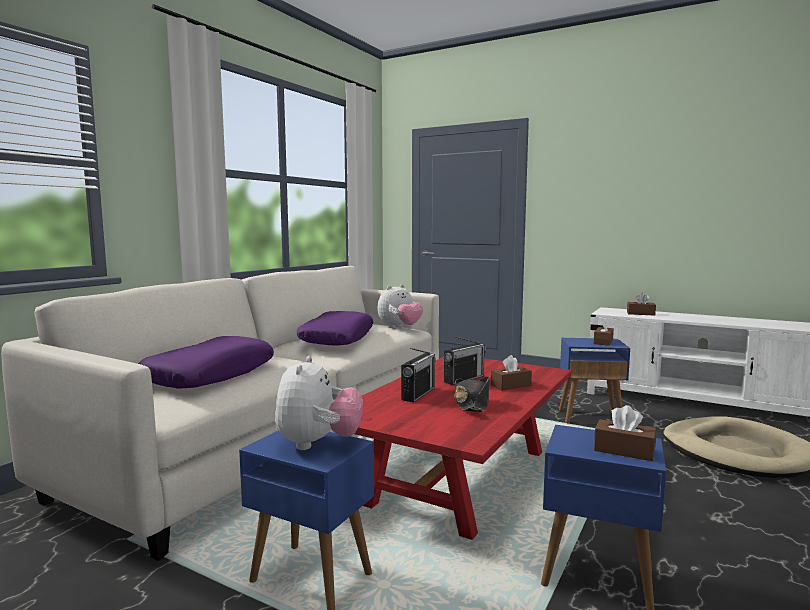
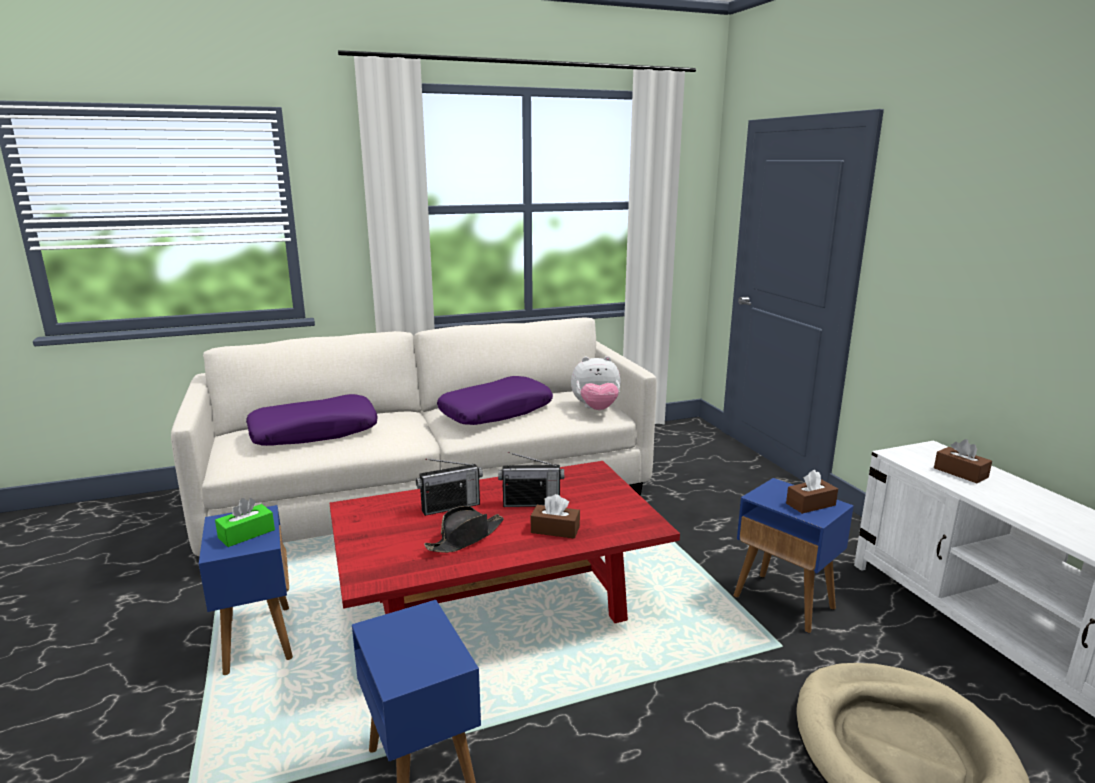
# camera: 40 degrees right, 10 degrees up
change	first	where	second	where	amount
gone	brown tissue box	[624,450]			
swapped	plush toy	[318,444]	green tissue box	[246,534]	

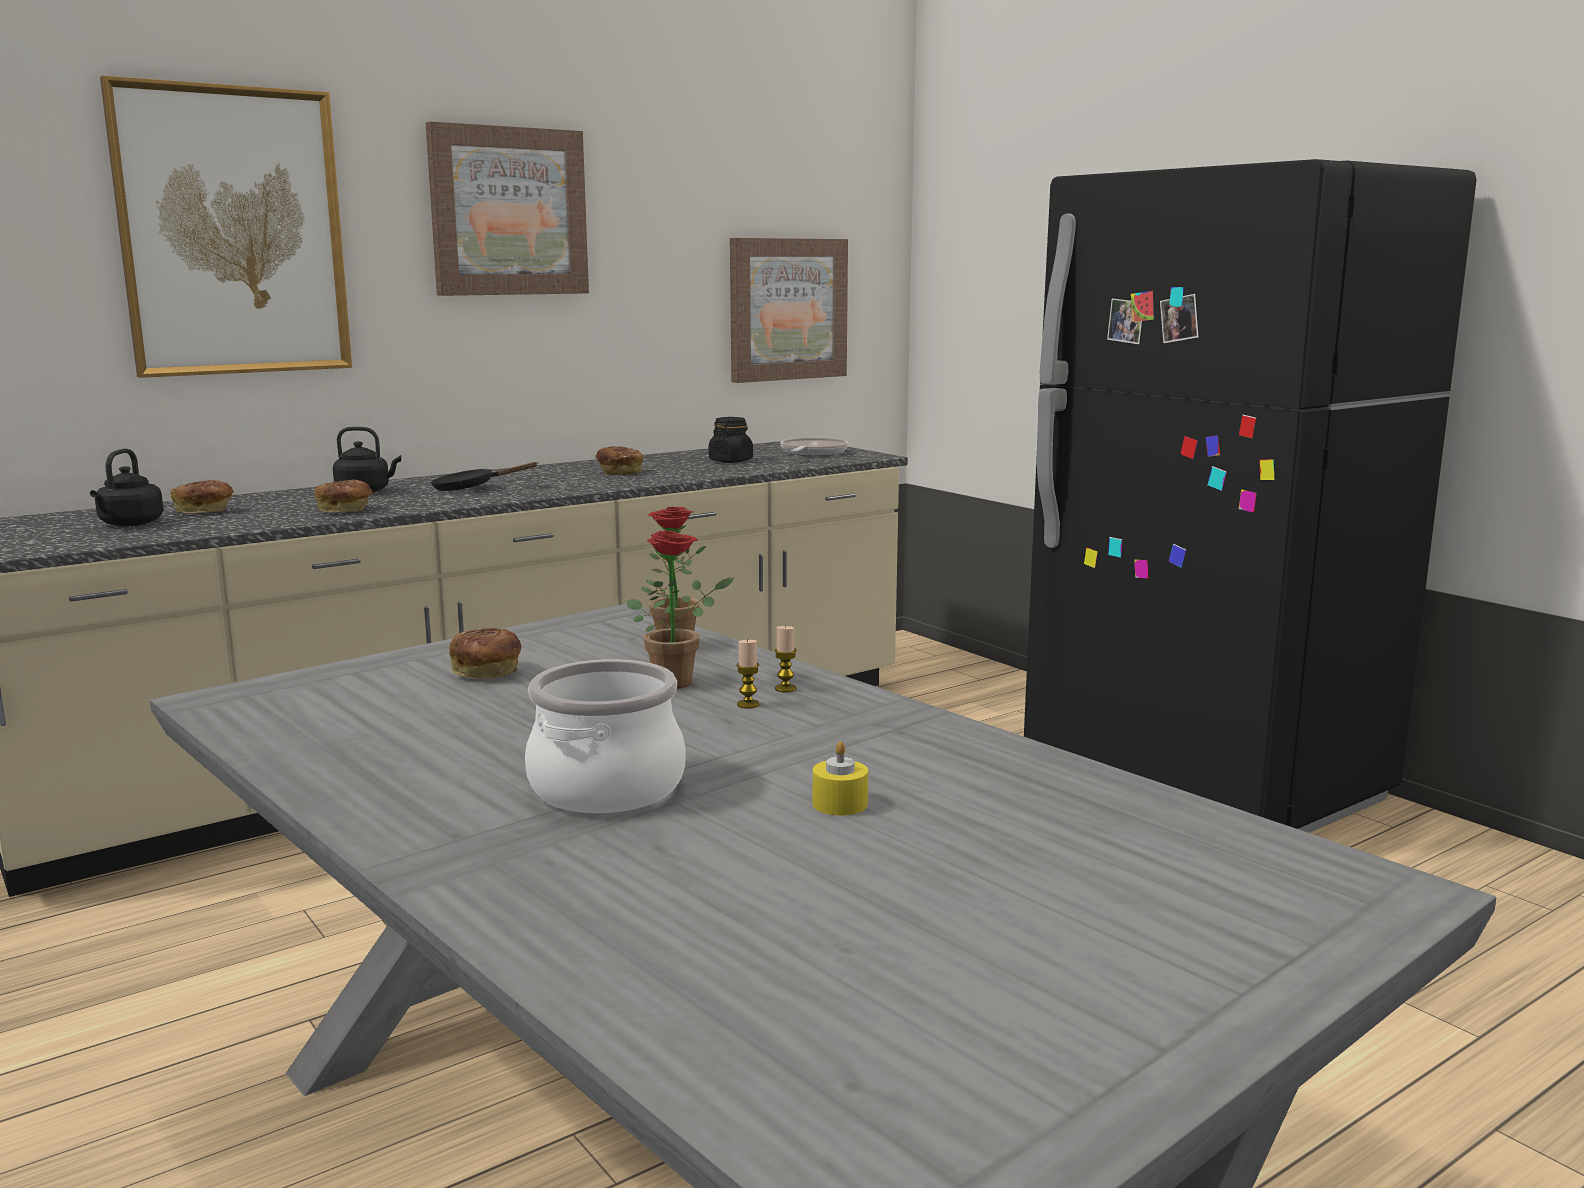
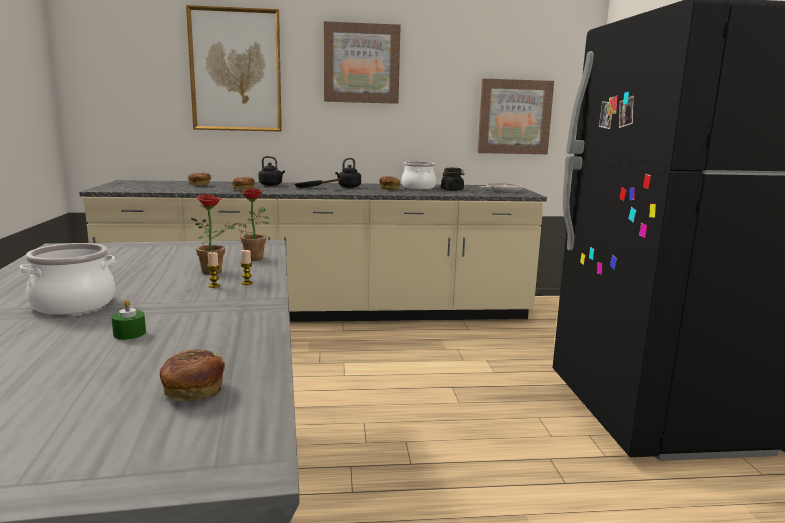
# camera: 30 degrees right, 0 degrees up
change	first	where	second	where	amount
new			cooking pot	[418,187]	
shifted	black kettle	[129,524]		[348,187]	
shifted	bread	[486,672]		[193,391]	
repainted	yellow candle	[840,804]	green candle	[129,333]	

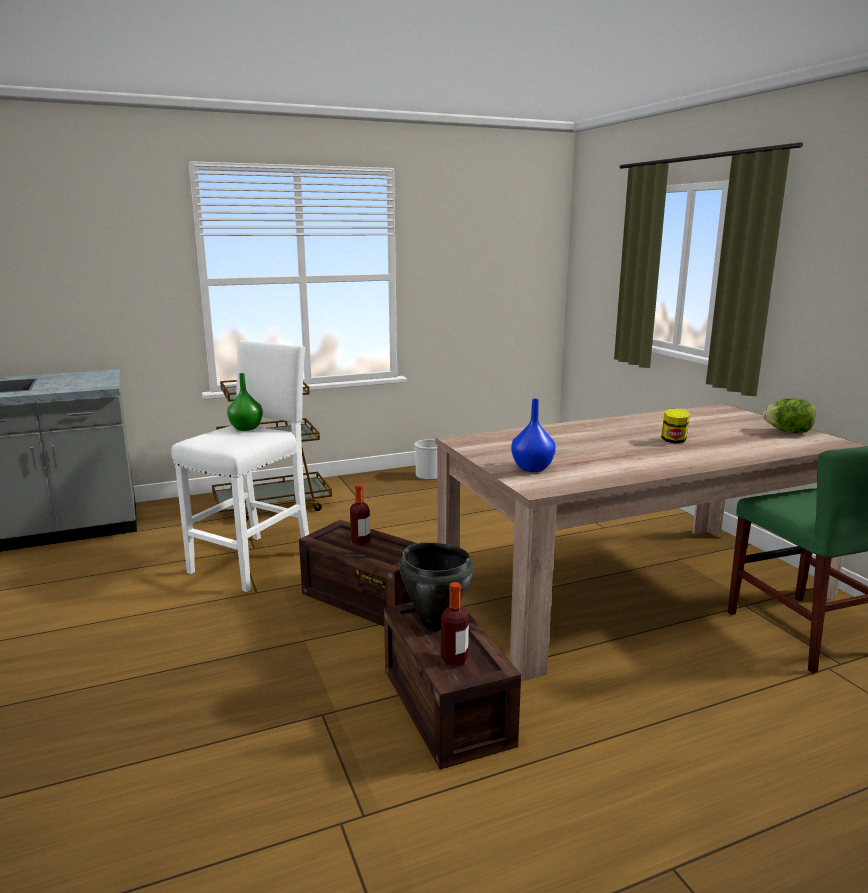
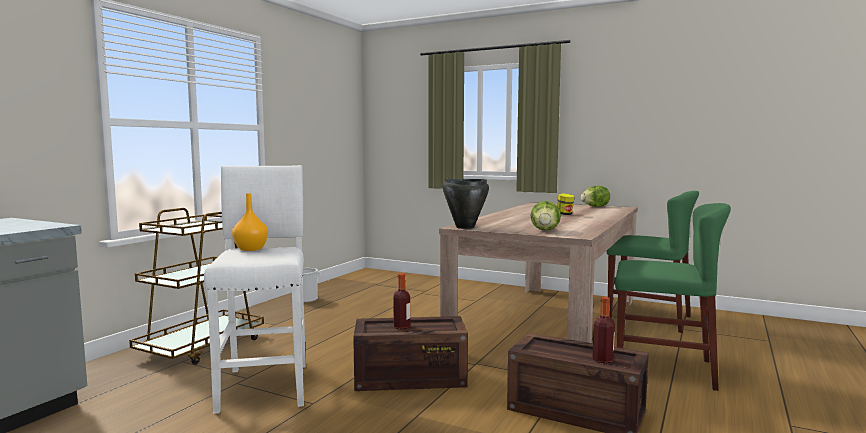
# camera: 40 degrees left, 10 degrees down
change	first	where	second	where	amount
new			green chair	[663,368]	
shifted	black cooking pot	[435,623]		[464,227]	
swapped	blue vase	[533,468]	lettuce	[545,230]	
repainted	green vase	[246,428]	orange vase	[250,249]	

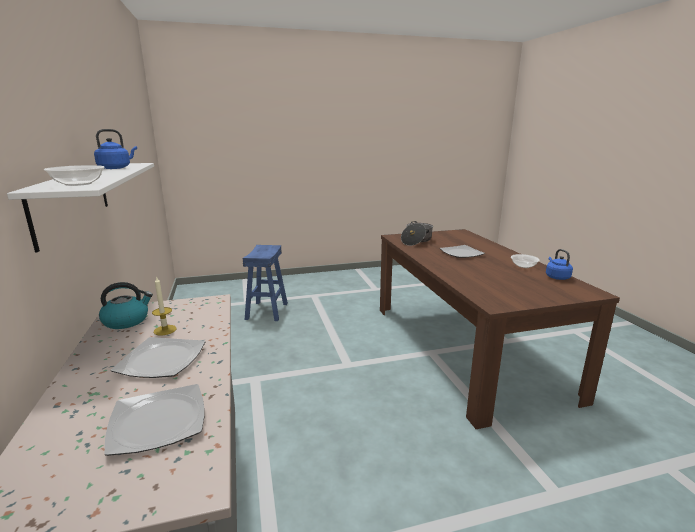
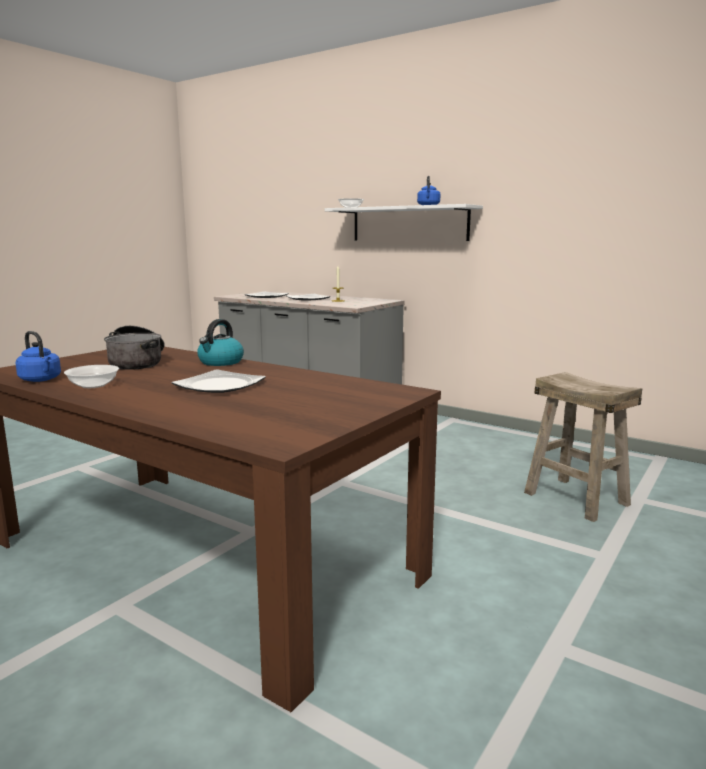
# camera: 140 degrees right, 5 degrees down
change	first	where	second	where	amount
shifted	kettle	[127,321]		[220,362]	
shifted	cooking pot	[416,240]		[137,362]	
repainted	blue stool	[266,311]	beige stool	[577,498]	

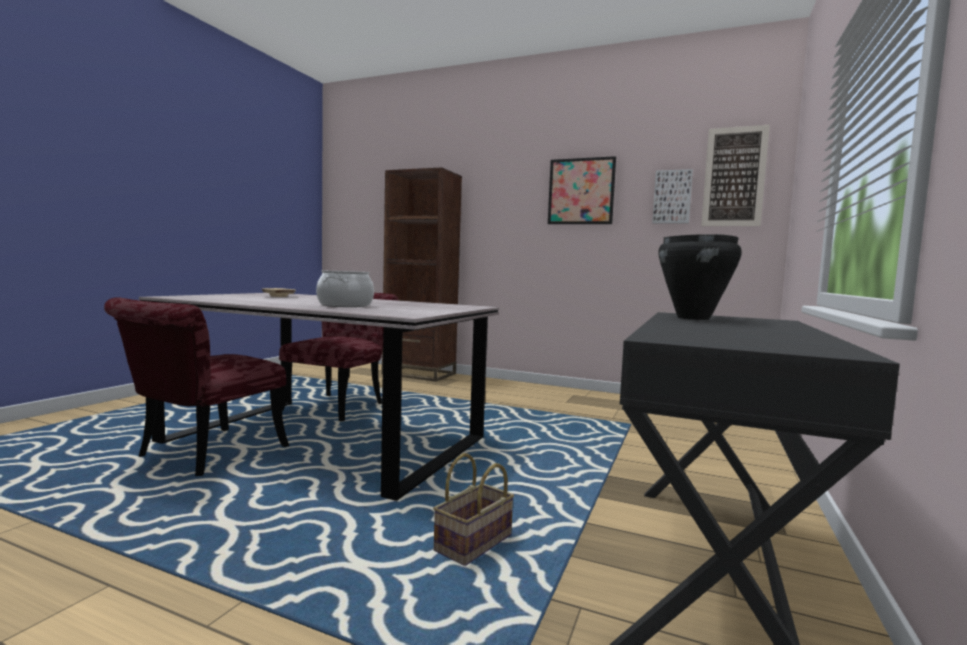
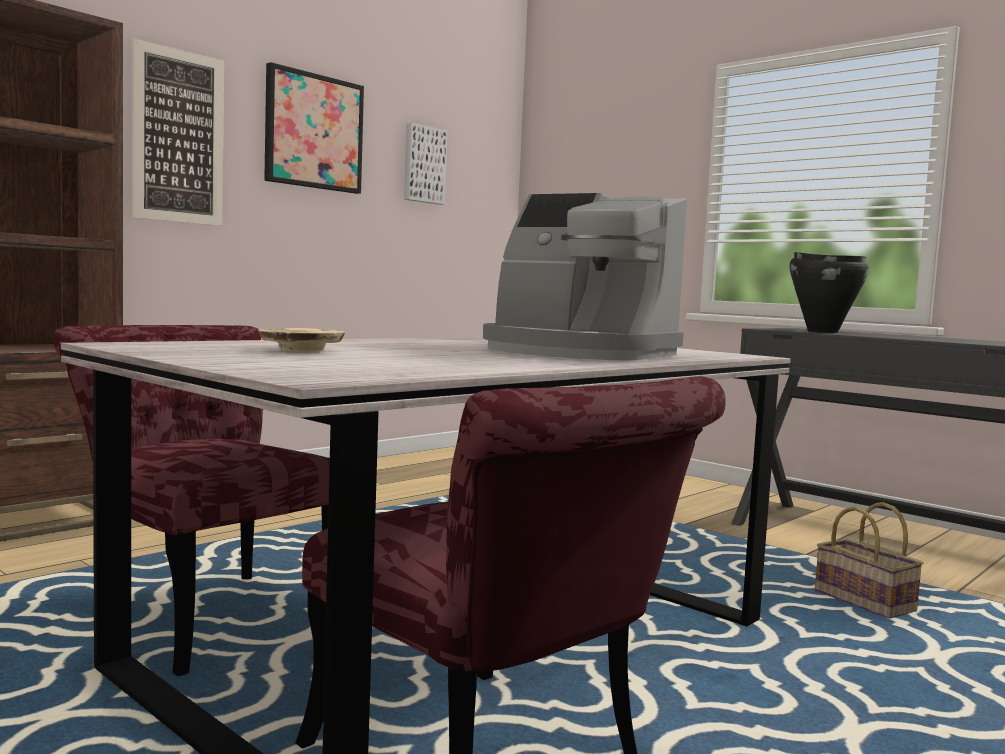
# camera: 70 degrees left, 0 degrees up
change	first	where	second	where	amount
shifted	picture	[734,177]		[178,137]	
swapped	cooking pot	[345,305]	coffee machine	[577,352]	

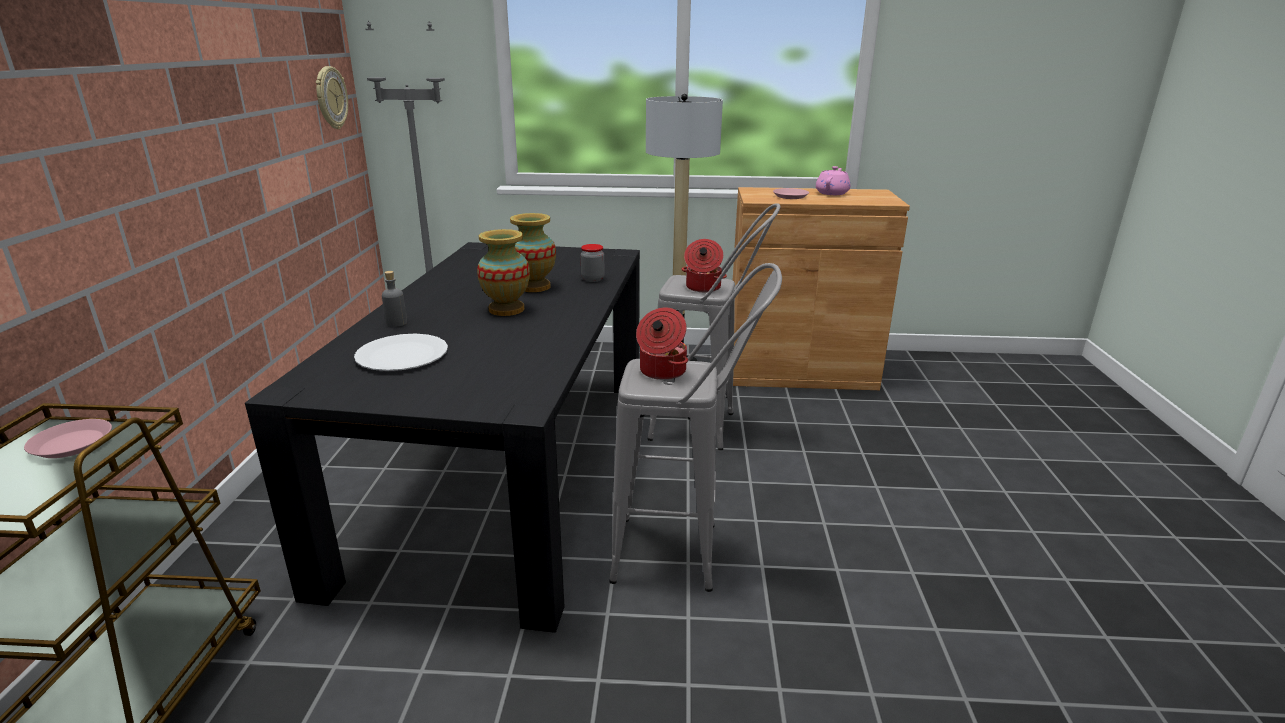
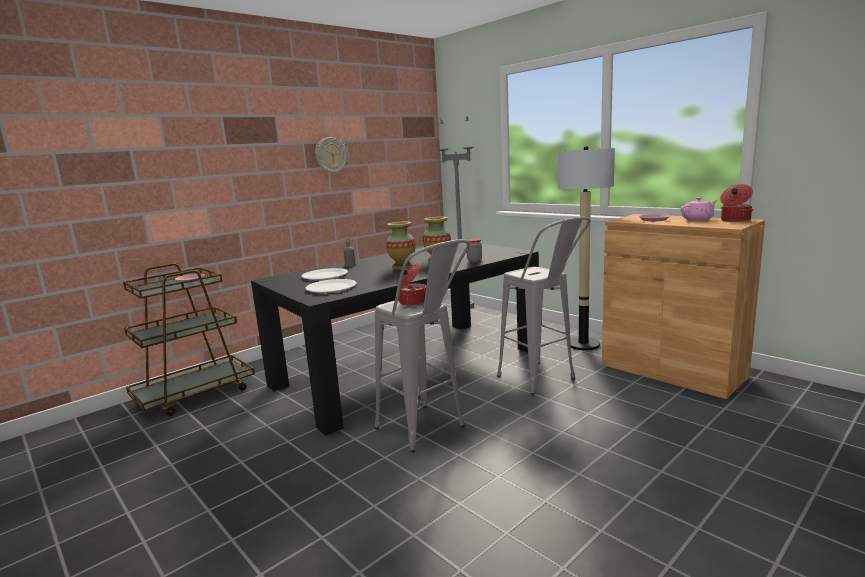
# camera: 45 degrees right, 10 degrees down
change	first	where	second	where	amount
new			white plate	[331,287]	
shifted	wall clock	[330,98]		[331,156]	
shifted	cooking pot	[702,288]		[734,220]	

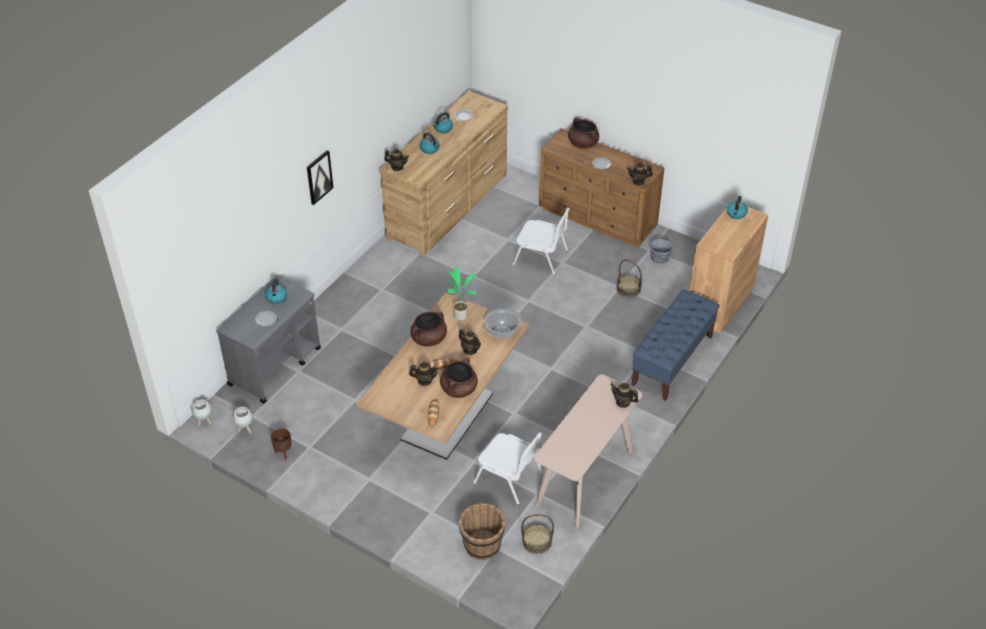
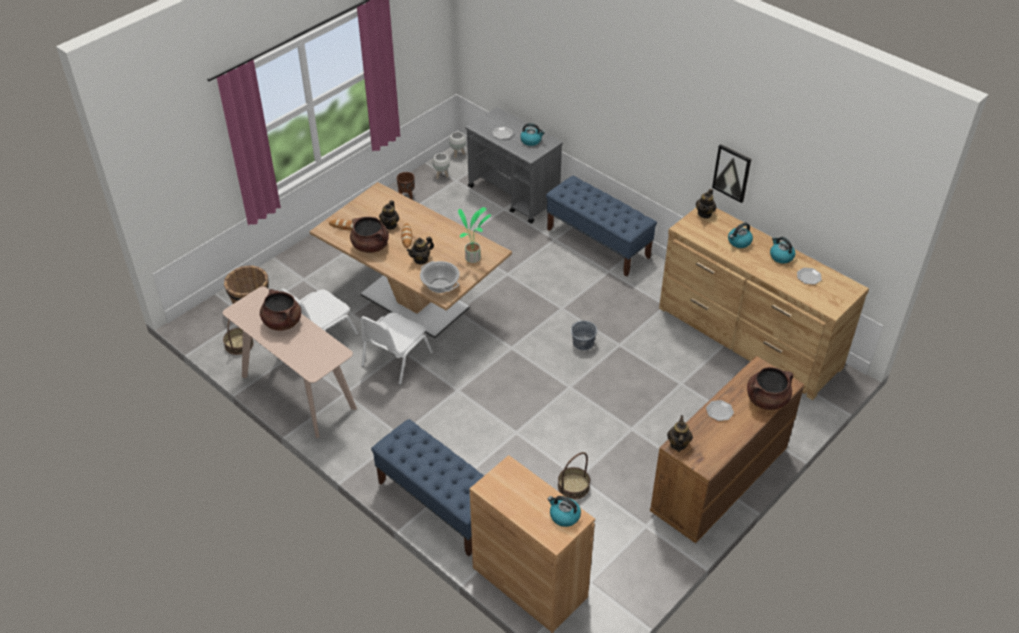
# camera: 100 degrees right, 0 degrees up
change	first	where	second	where	amount
gone	teapot	[623,402]			
new			blue bench	[598,243]	
shifted	picture	[319,177]		[732,173]	
shifted	brown cooking pot	[429,339]		[282,322]	
shifted	white chair	[541,257]		[395,359]	
shifted	grey bucket	[659,258]		[583,343]	

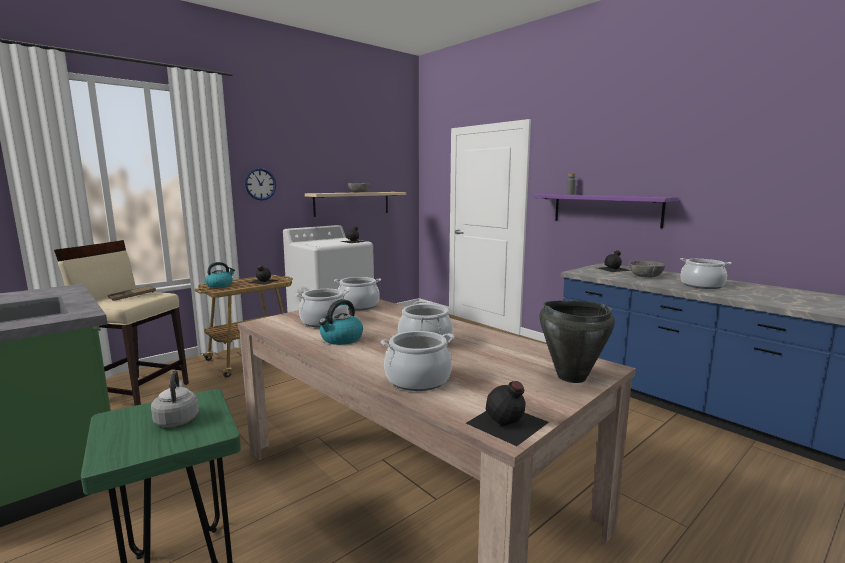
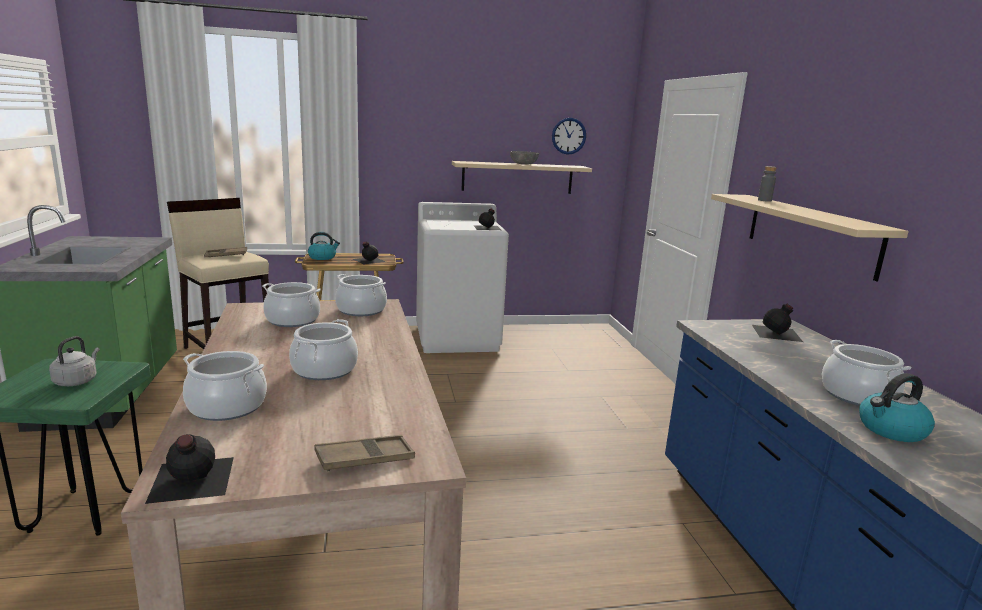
# camera: 30 degrees right, 5 degrees up
change	first	where	second	where	amount
gone	grey bowl	[645,276]			
shifted	wall clock	[260,184]		[568,136]	
shifted	kettle	[341,339]		[891,430]	
swapped	black cooking pot	[571,377]	brown tray	[365,459]	
repainted	purple shelf	[605,209]	beige shelf	[810,233]	

